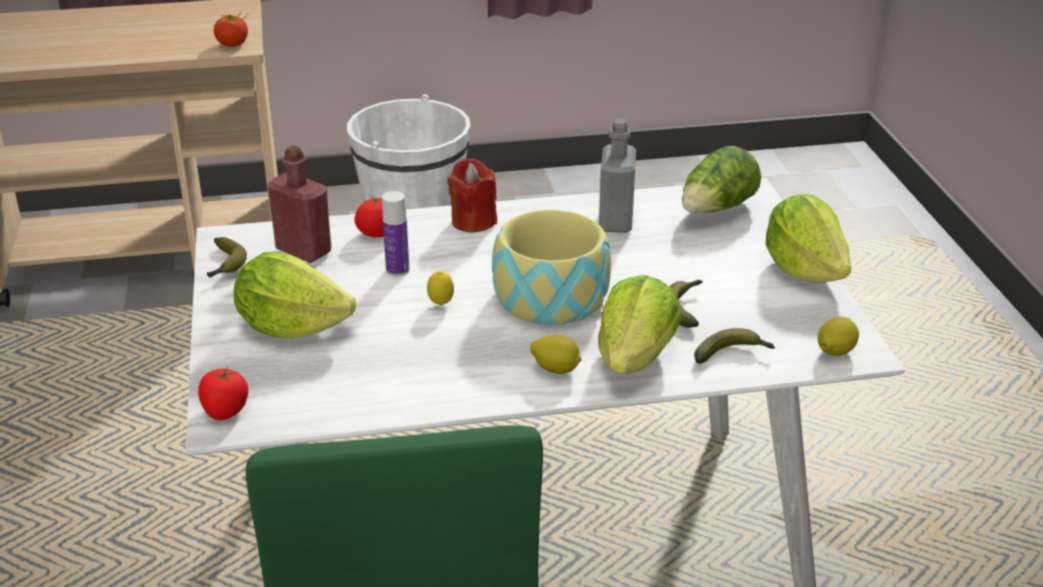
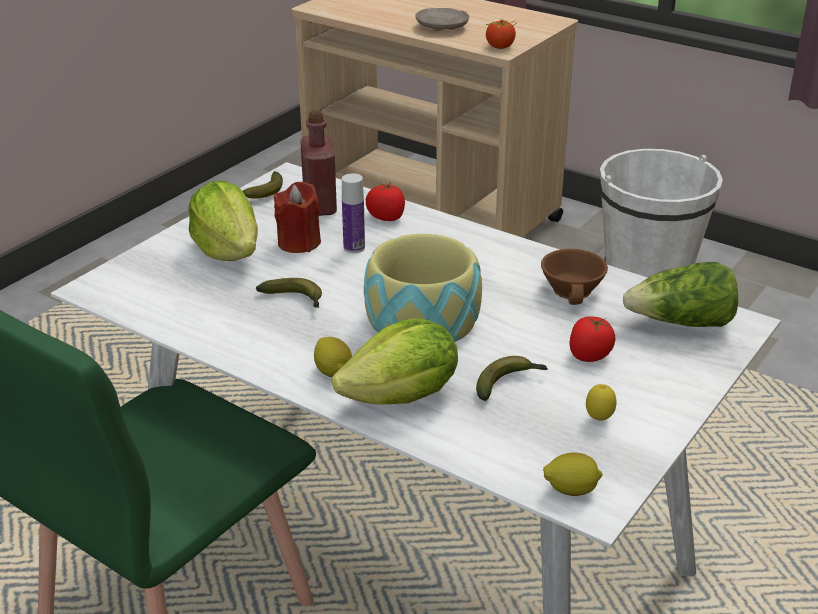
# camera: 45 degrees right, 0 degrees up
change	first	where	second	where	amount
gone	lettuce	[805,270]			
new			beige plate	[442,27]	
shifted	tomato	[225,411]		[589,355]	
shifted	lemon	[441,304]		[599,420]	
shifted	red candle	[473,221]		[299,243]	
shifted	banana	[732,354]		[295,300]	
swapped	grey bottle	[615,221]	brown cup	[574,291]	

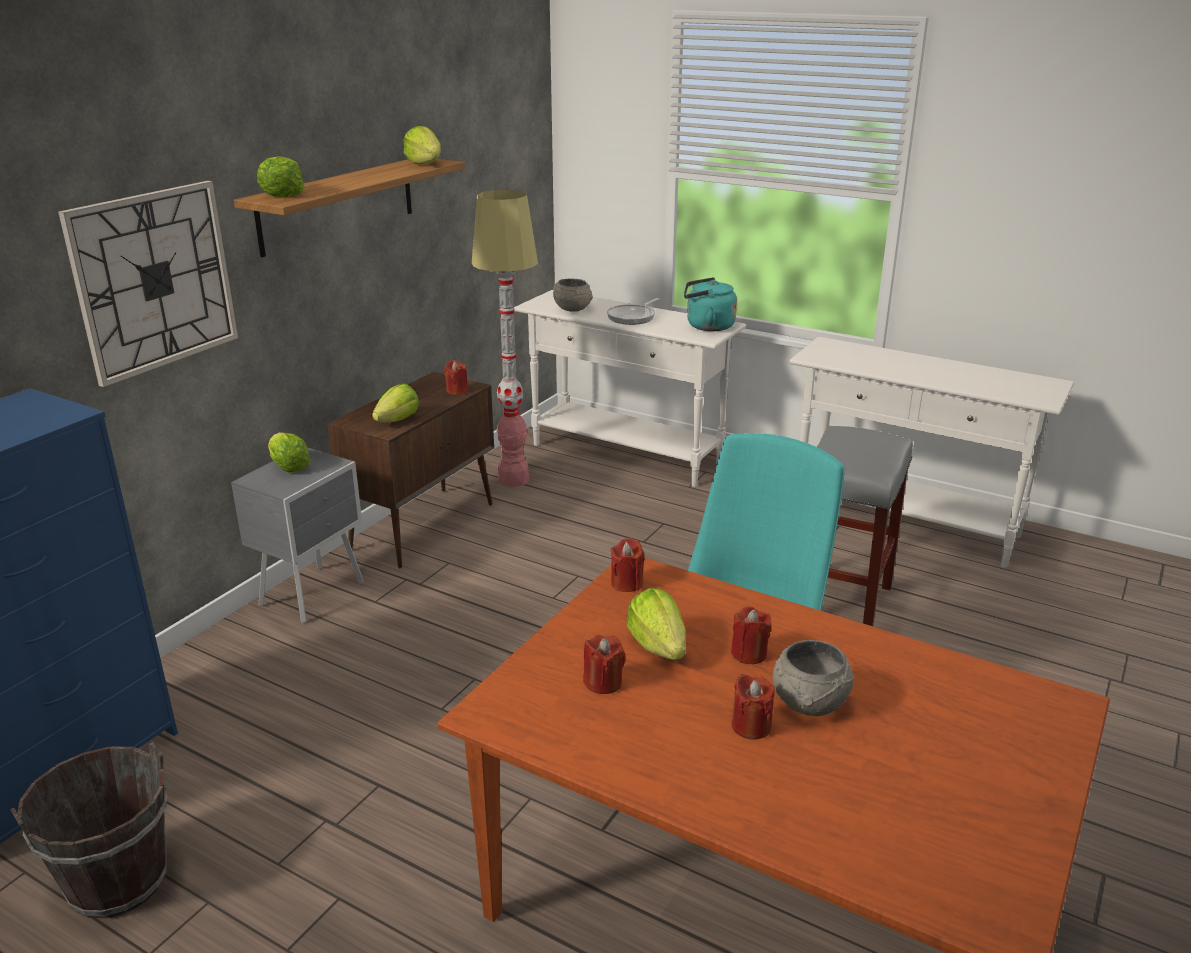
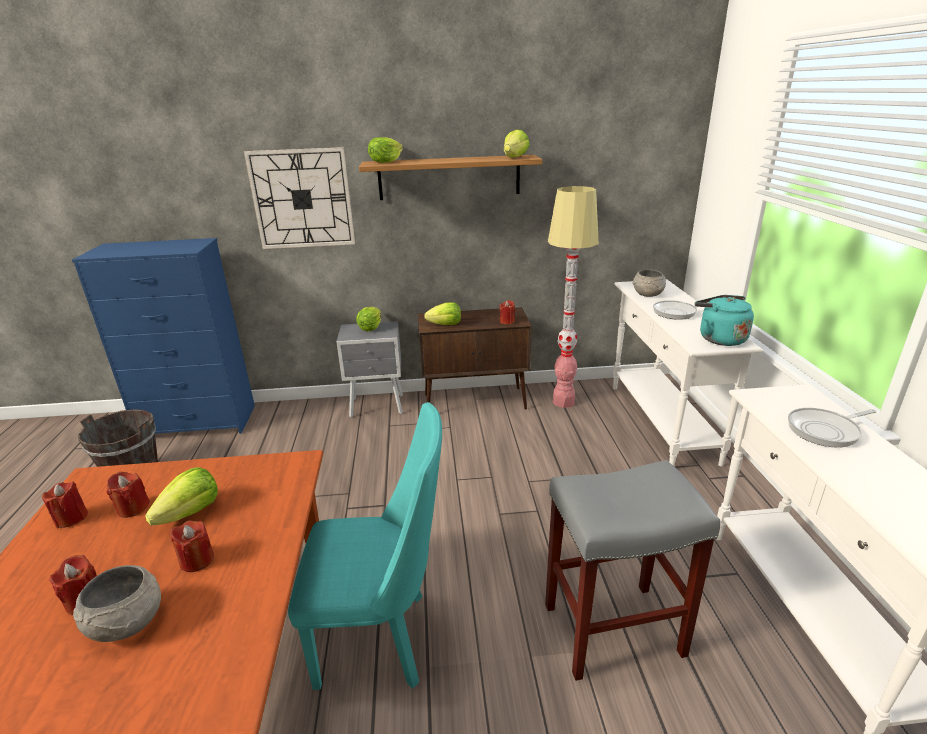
# camera: 55 degrees right, 0 degrees up
change	first	where	second	where	amount
new			frying pan	[826,430]	
shifted	red candle	[627,583]		[71,518]	

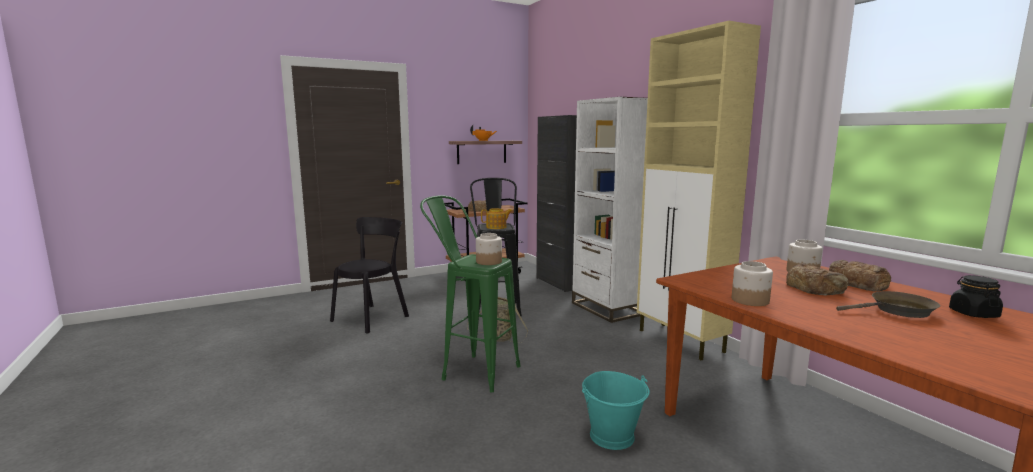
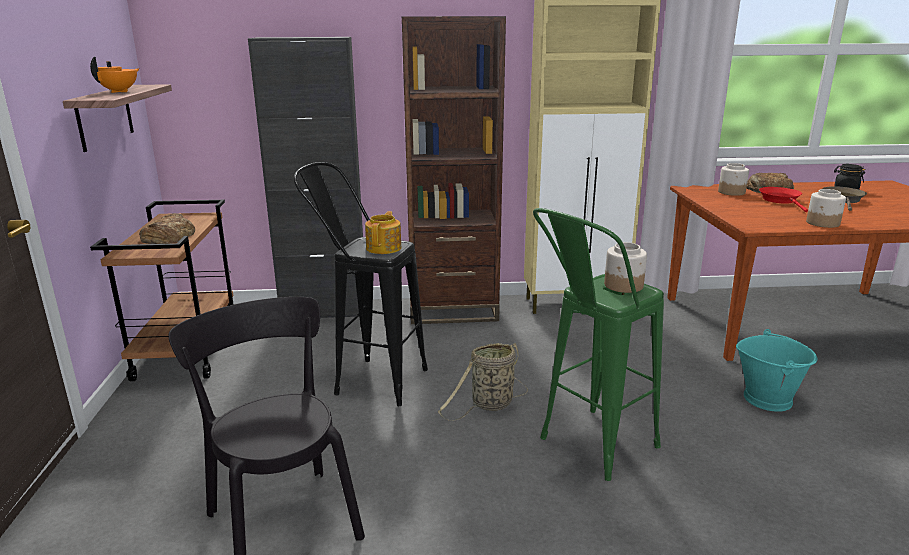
# camera: 65 degrees left, 10 degrees up
change	first	where	second	where	amount
swapped	bread	[815,287]	red frying pan	[781,200]	
repainted	white bookcase	[607,308]	brown bookcase	[453,310]	

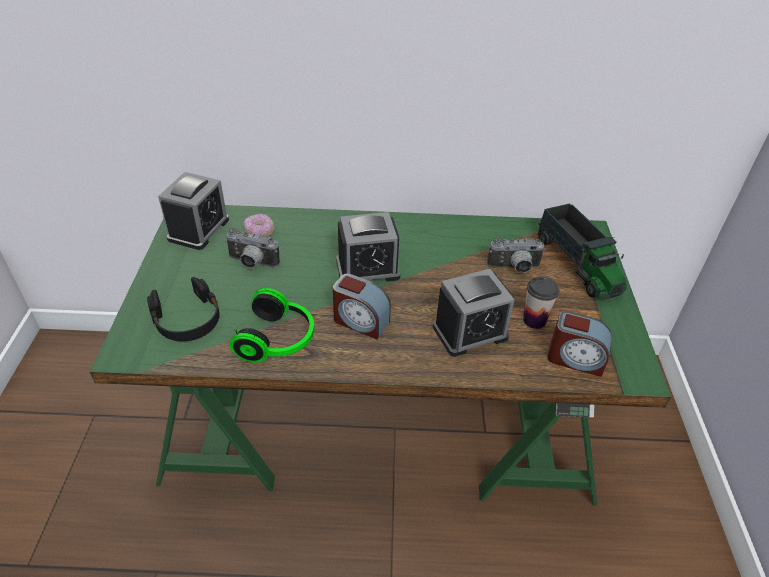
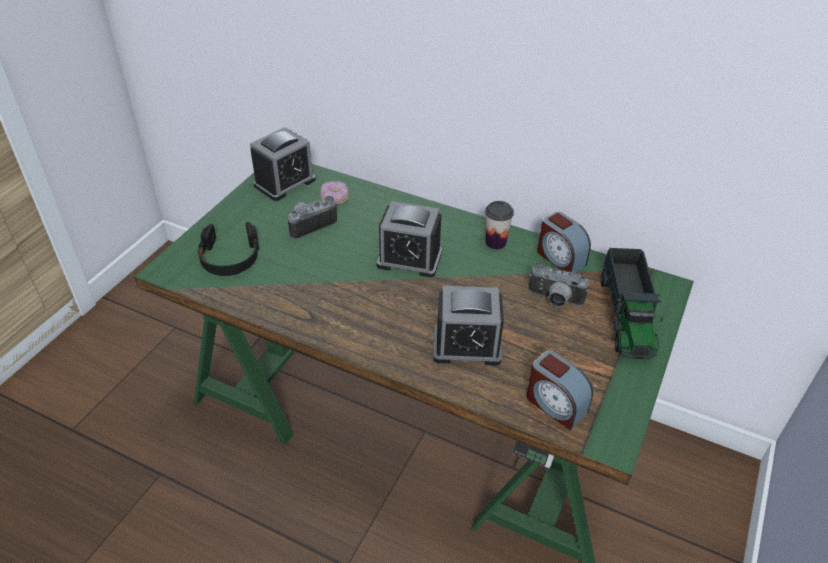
# camera: 25 degrees right, 0 degrees up
change	first	where	second	where	amount
gone	headphones	[278,340]			
shifted	alarm clock	[360,321]		[560,258]	
shifted	cup	[534,320]		[495,242]	
rotated	photo camera	[251,263]		[310,225]	105 degrees clockwise

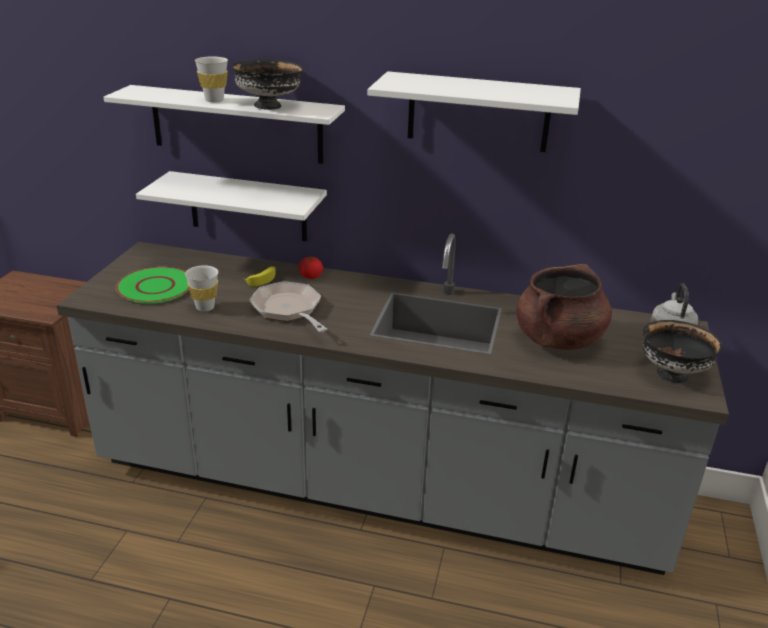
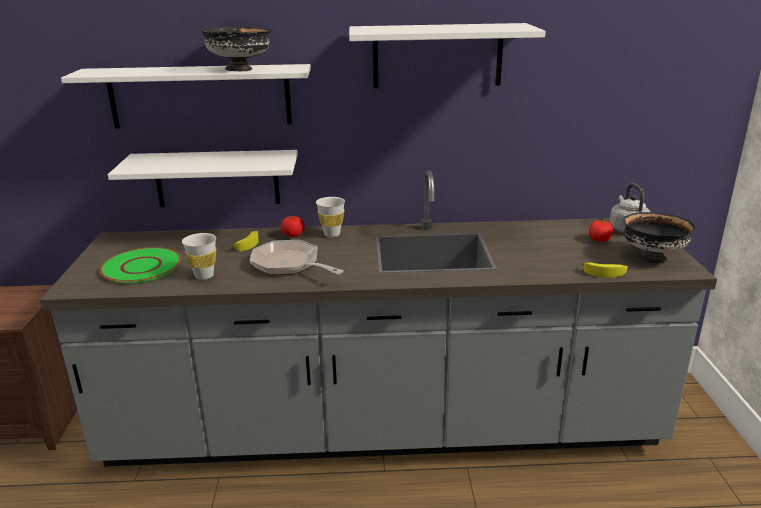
# camera: 15 degrees left, 5 degrees down
change	first	where	second	where	amount
gone	brown cooking pot	[558,340]			
new			banana	[605,273]	
new			tomato	[599,240]	
shifted	white cup	[214,100]		[332,234]	

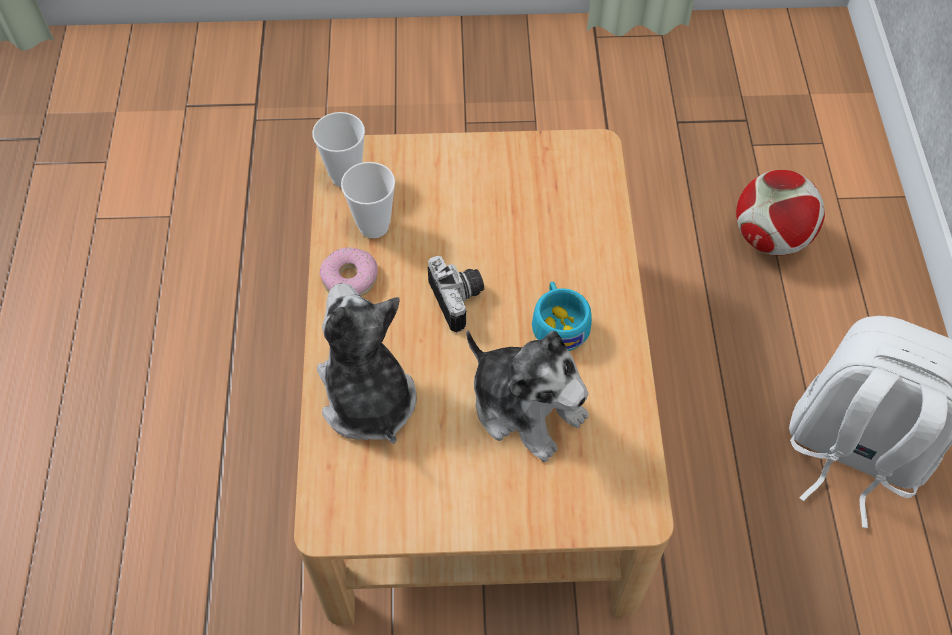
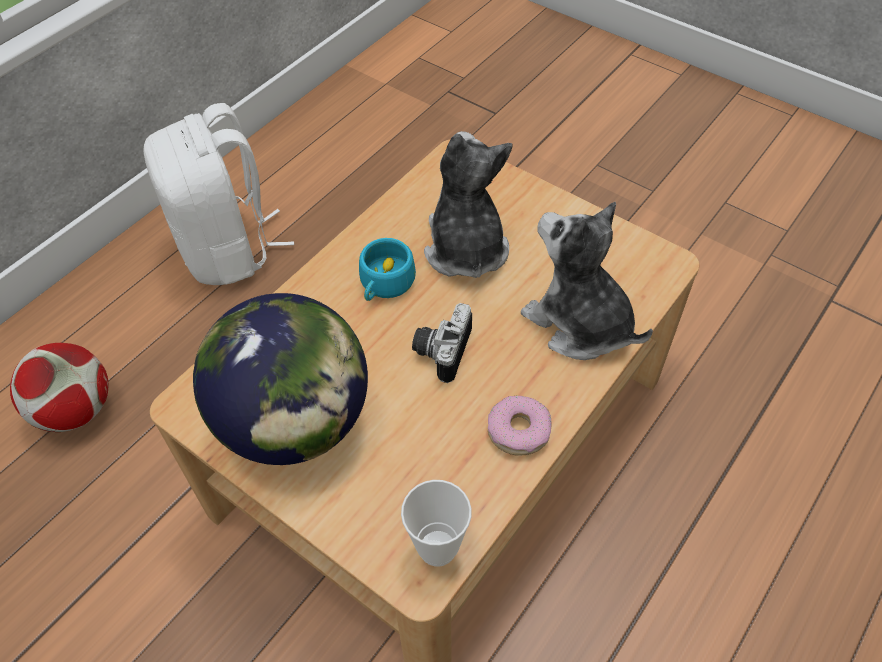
# camera: 140 degrees left, 5 degrees down
change	first	where	second	where	amount
gone	cup	[373,226]			
new			globe	[295,422]	
rotated	plush toy	[367,397]		[579,324]	120 degrees clockwise

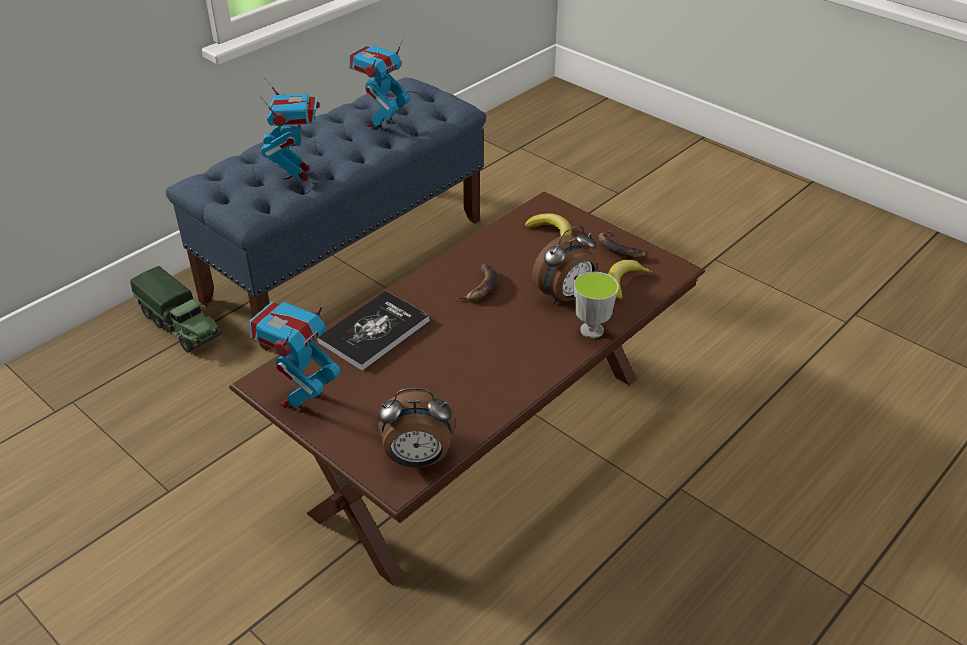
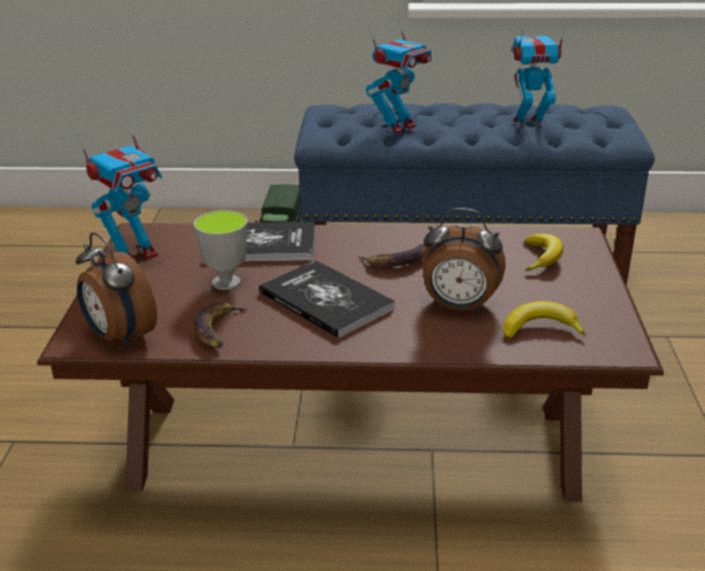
# camera: 50 degrees right, 10 degrees down
change	first	where	second	where	amount
new			book	[326,300]	
shifted	cup	[592,330]		[226,283]	
shifted	banana	[620,248]		[218,329]	
rotated	toy robot	[302,400]		[135,255]	150 degrees clockwise

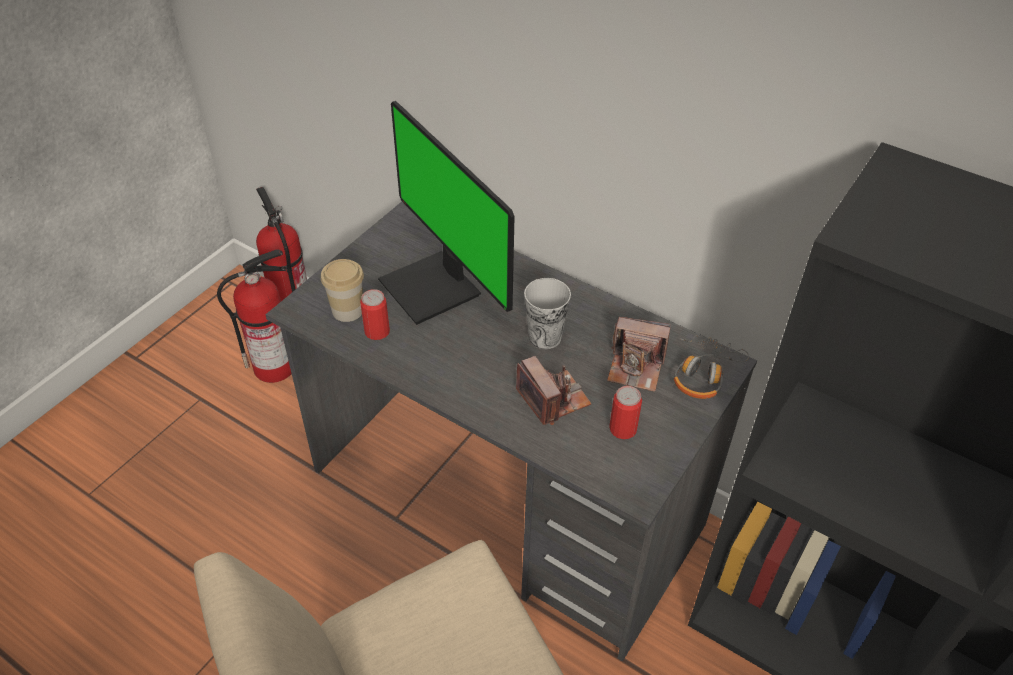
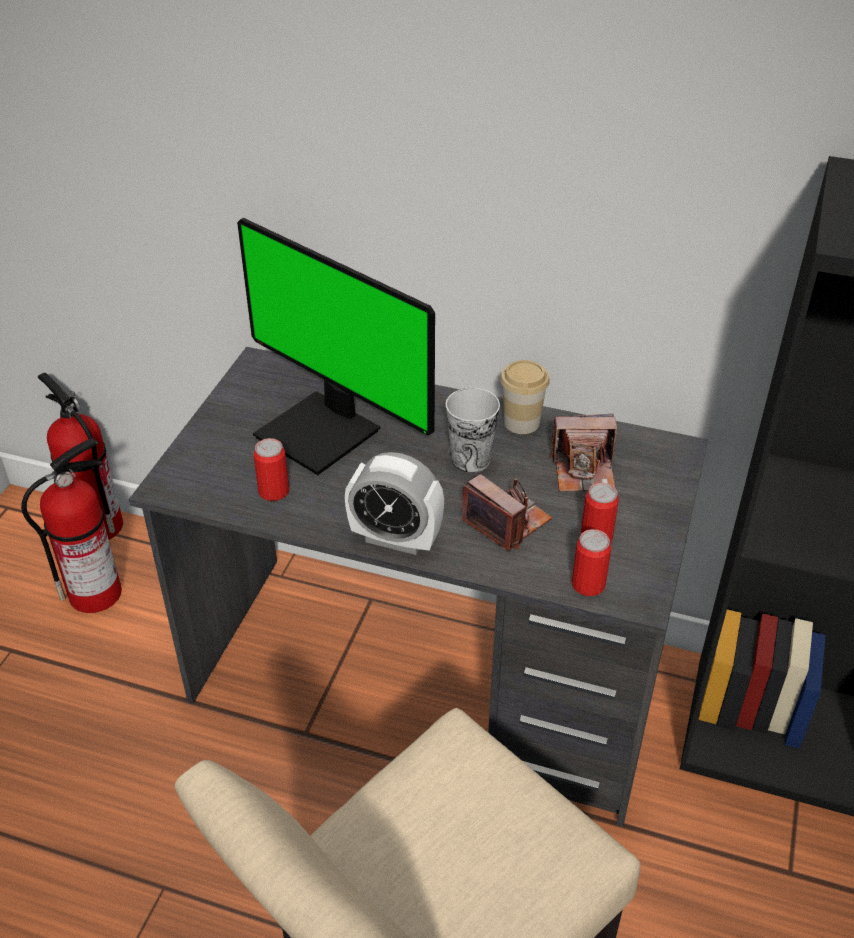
# camera: 15 degrees left, 5 degrees down
change	first	where	second	where	amount
gone	headphones	[704,373]			
new			alarm clock	[395,539]	
new			can	[588,585]	
shifted	cup	[347,310]		[521,422]	

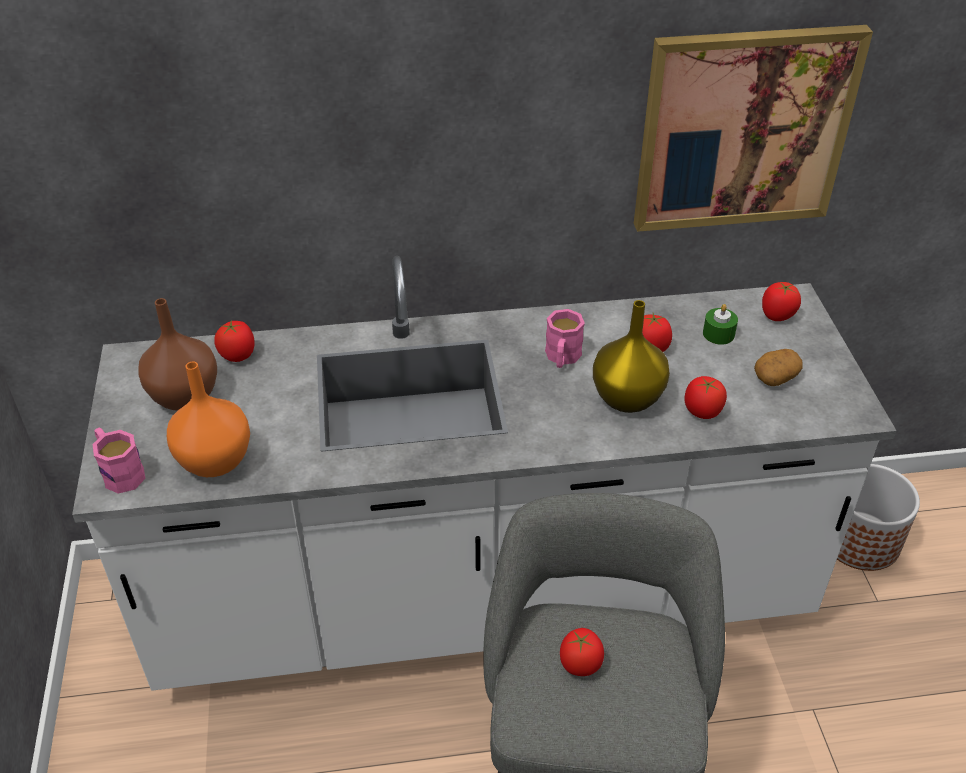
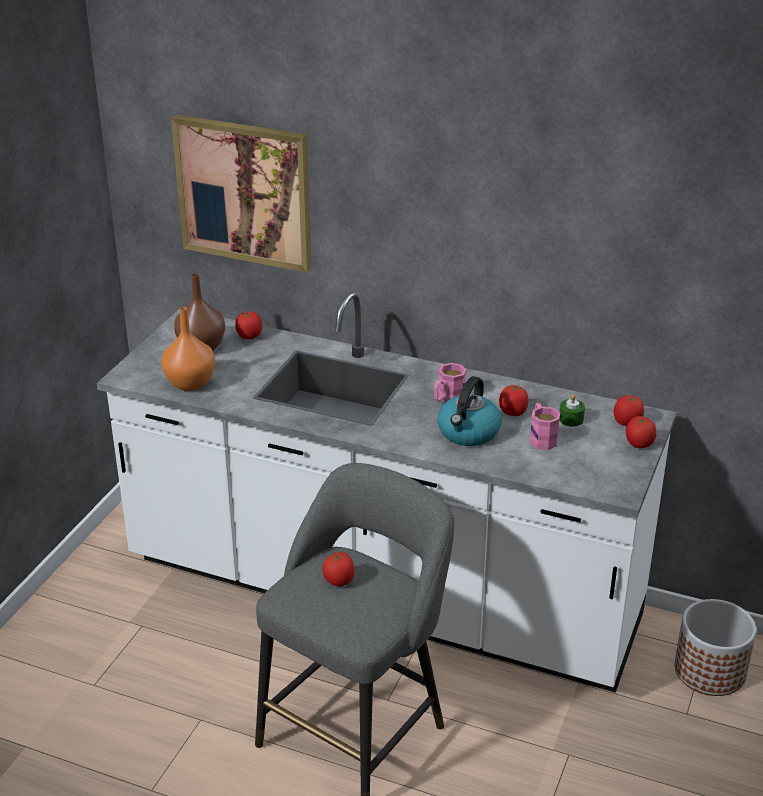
# camera: 30 degrees right, 10 degrees down
change	first	where	second	where	amount
gone	potato	[775,377]			
shifted	pink mug	[120,472]		[541,437]	
shifted	picture	[743,129]		[244,192]	
shifted	tomato	[702,412]		[638,444]	
swapped	yellow vase	[628,398]	kettle	[468,433]	

